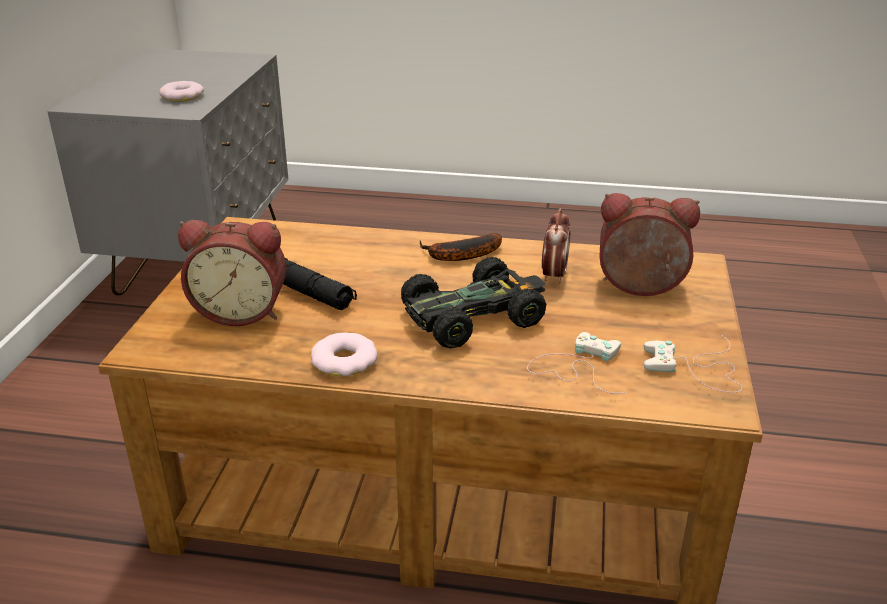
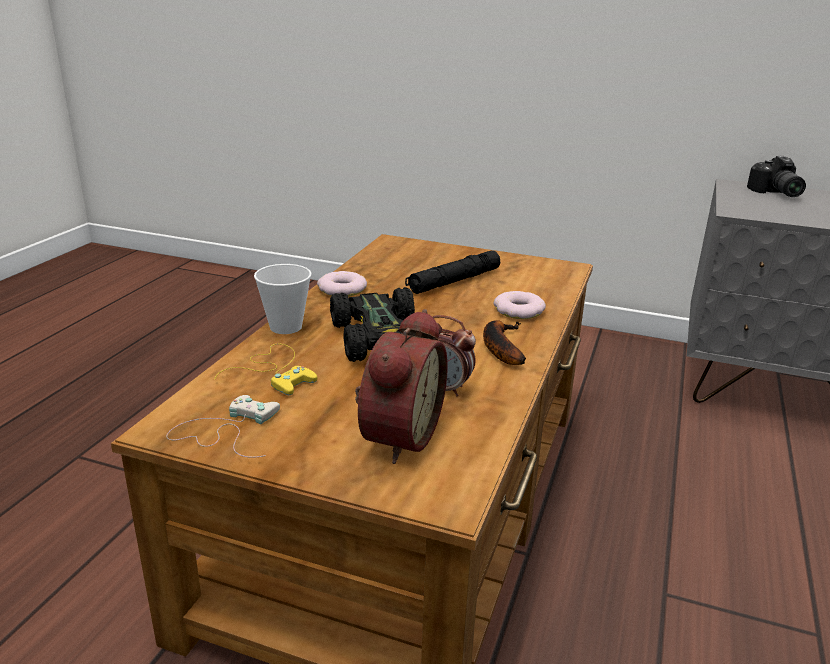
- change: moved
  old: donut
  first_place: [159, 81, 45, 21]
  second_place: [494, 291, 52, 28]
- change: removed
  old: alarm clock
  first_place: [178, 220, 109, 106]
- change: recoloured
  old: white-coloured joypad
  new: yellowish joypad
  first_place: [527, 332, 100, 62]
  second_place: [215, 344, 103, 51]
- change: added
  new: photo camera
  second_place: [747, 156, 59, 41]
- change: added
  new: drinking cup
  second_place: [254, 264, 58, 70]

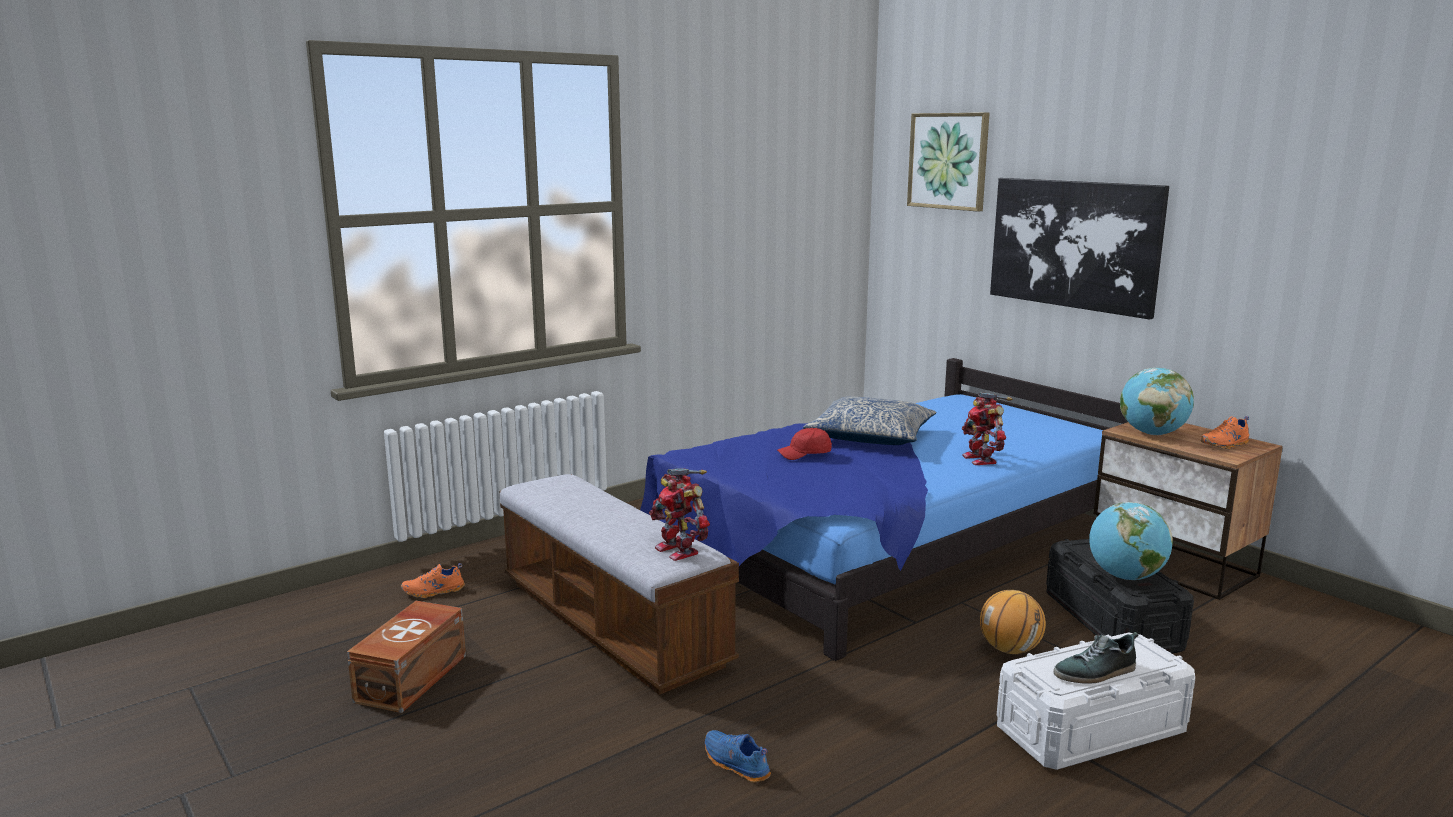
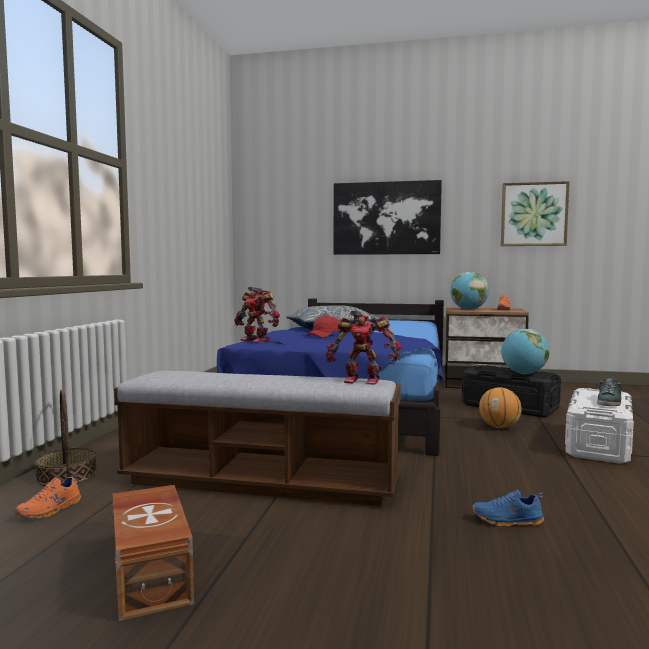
- change: moved
  old: wall art
  first_place: [907, 113, 83, 99]
  second_place: [501, 181, 69, 65]
- change: moved
  old: robot figure
  first_place: [962, 392, 50, 73]
  second_place: [234, 287, 46, 55]
- change: added
  new: basket
  second_place: [34, 389, 63, 97]

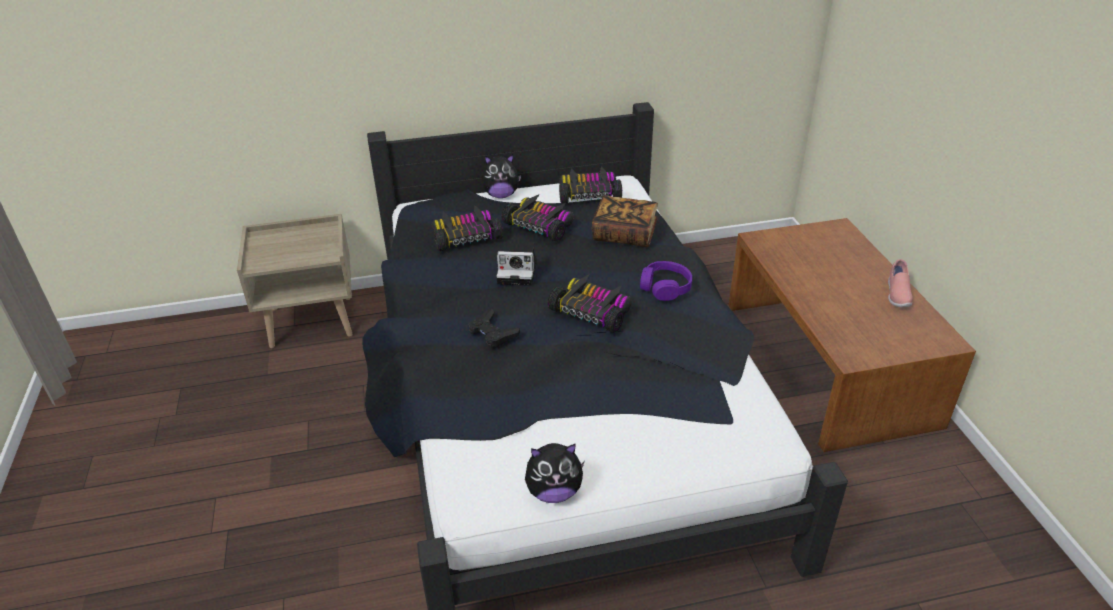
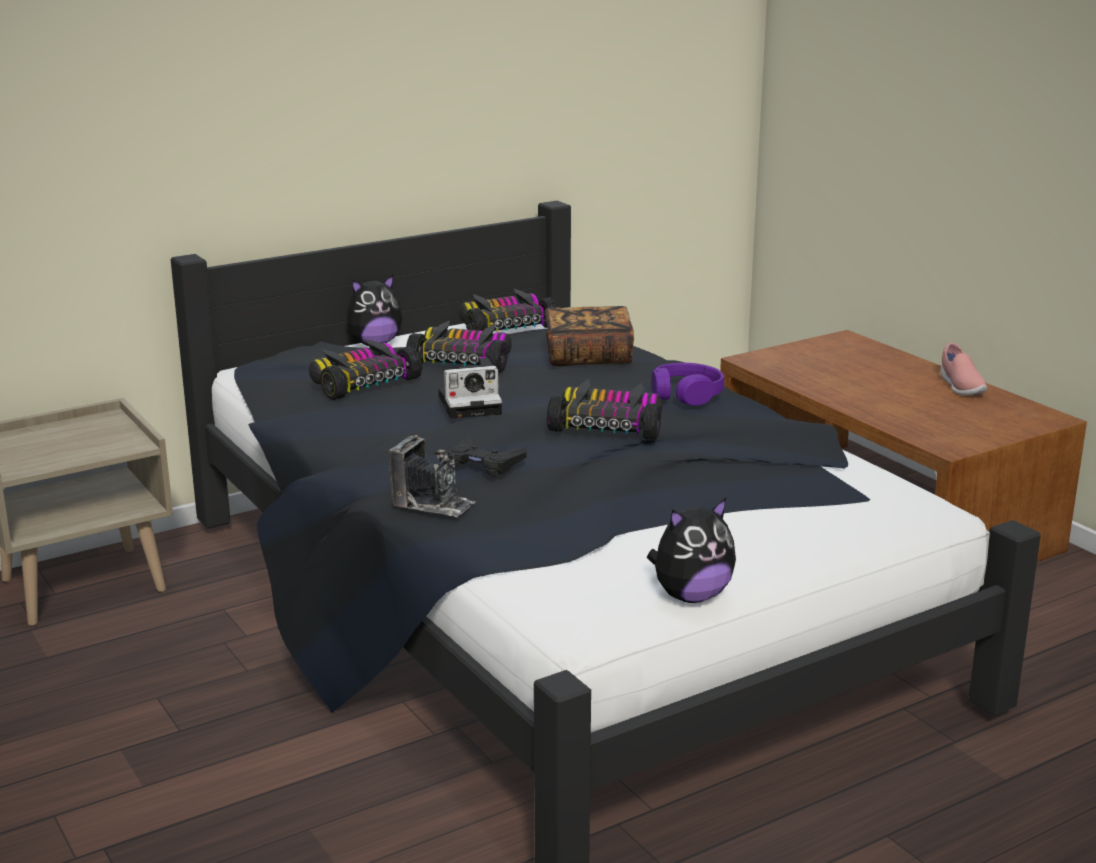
- change: added
  new: photo camera
  second_place: [389, 435, 87, 83]

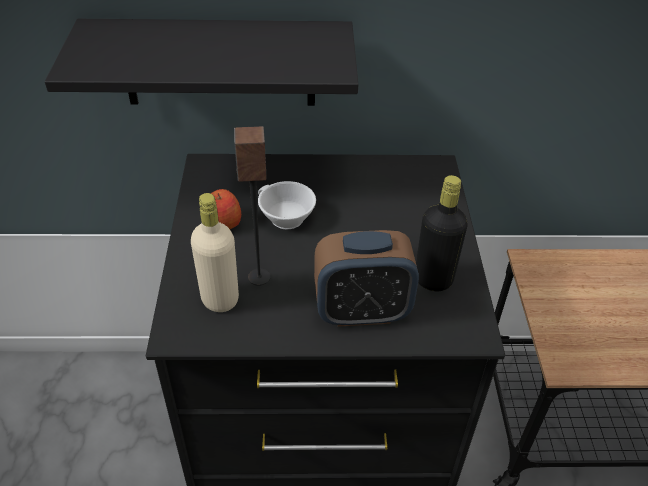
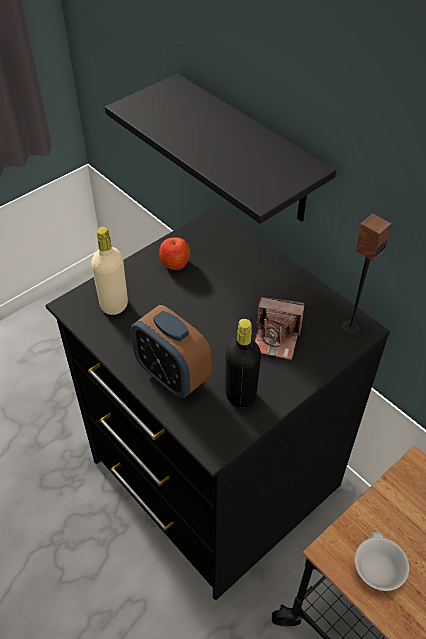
- change: moved
  old: loudspeaker
  first_place: [234, 126, 37, 160]
  second_place: [342, 214, 50, 120]
- change: moved
  old: white-coloured drinking cup
  first_place: [258, 181, 58, 48]
  second_place: [355, 532, 54, 59]
- change: added
  new: photo camera
  second_place: [255, 297, 49, 63]

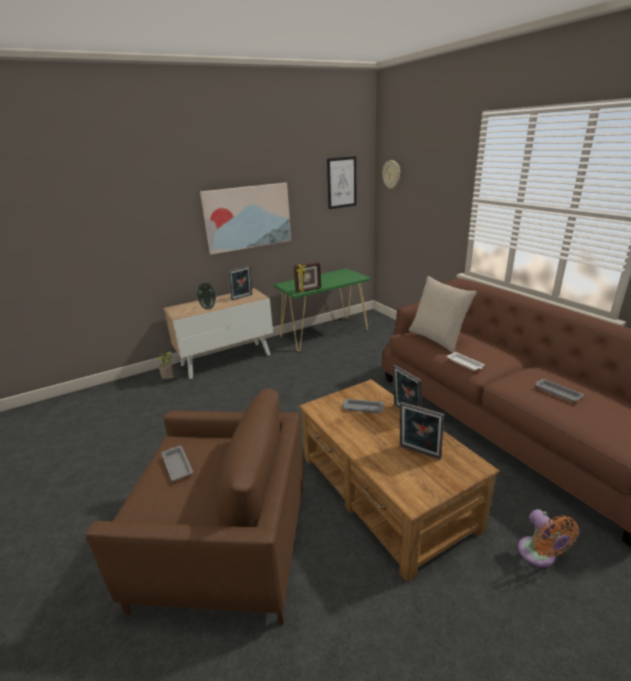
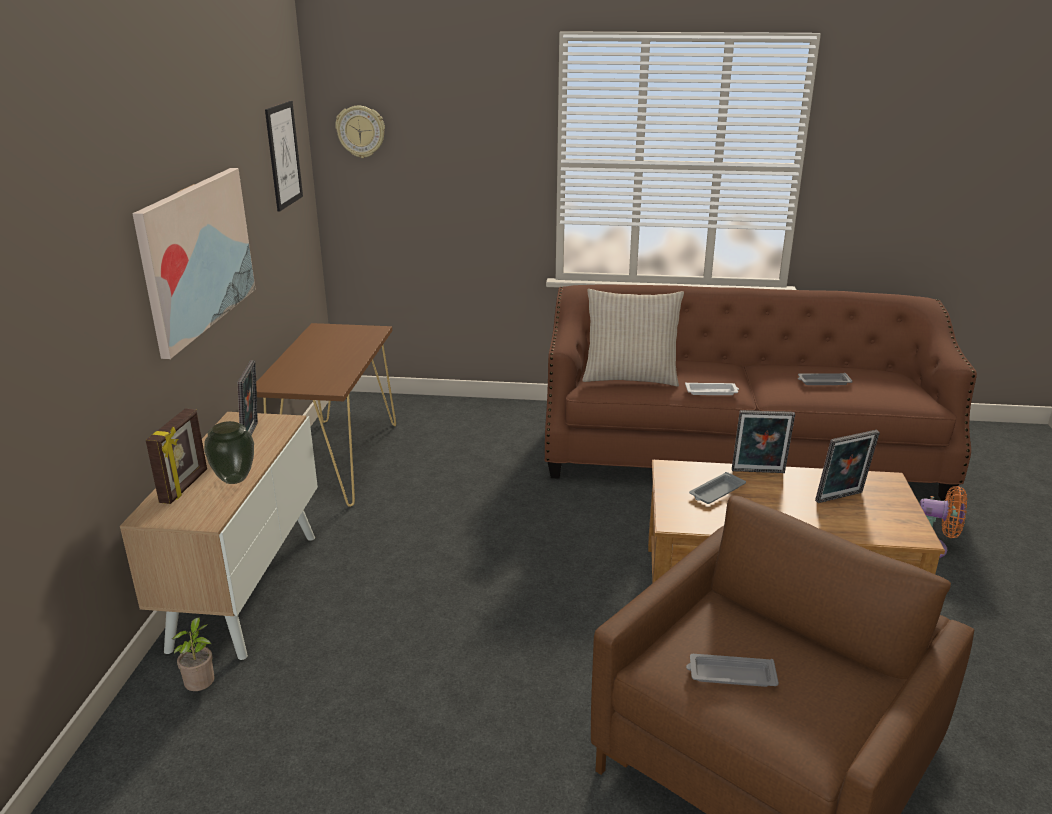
- change: moved
  old: photo frame
  first_place: [294, 262, 27, 31]
  second_place: [146, 408, 61, 96]
- change: recoloured
  old: greenish hall table
  new: brown-coloured hall table
  first_place: [274, 268, 97, 83]
  second_place: [256, 323, 140, 184]

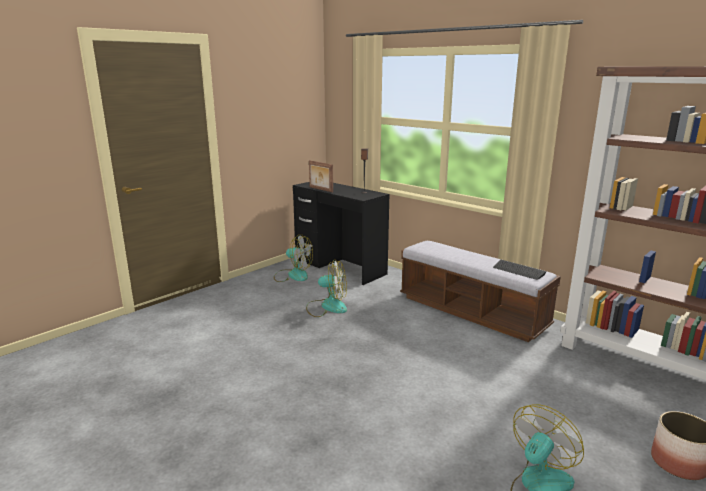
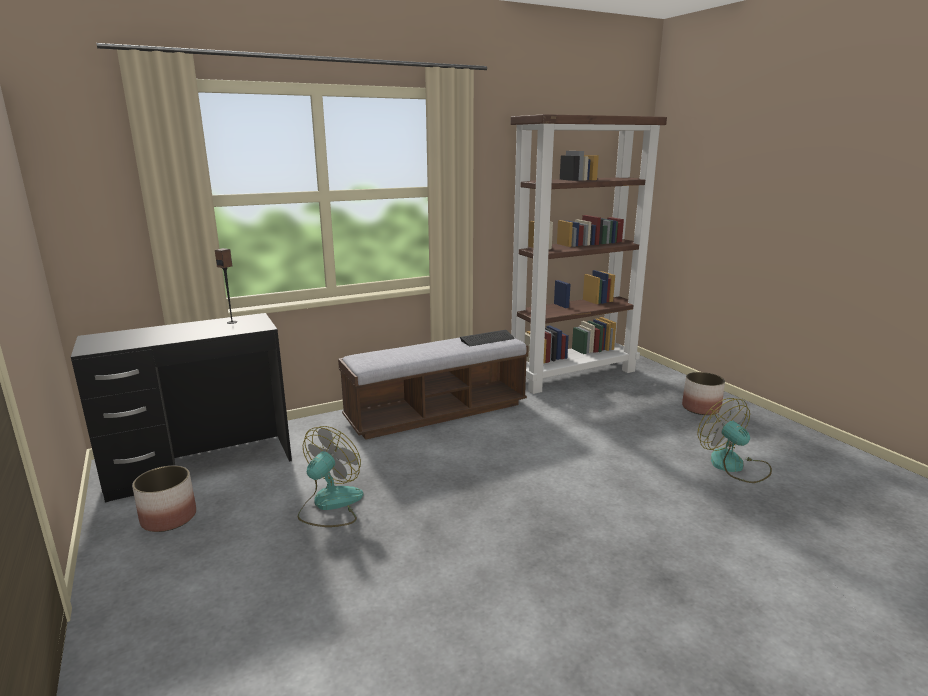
- change: removed
  old: photo frame
  first_place: [309, 160, 24, 32]
- change: replaced
  old: fan
  new: plant pot
  first_place: [274, 234, 39, 48]
  second_place: [132, 466, 64, 66]

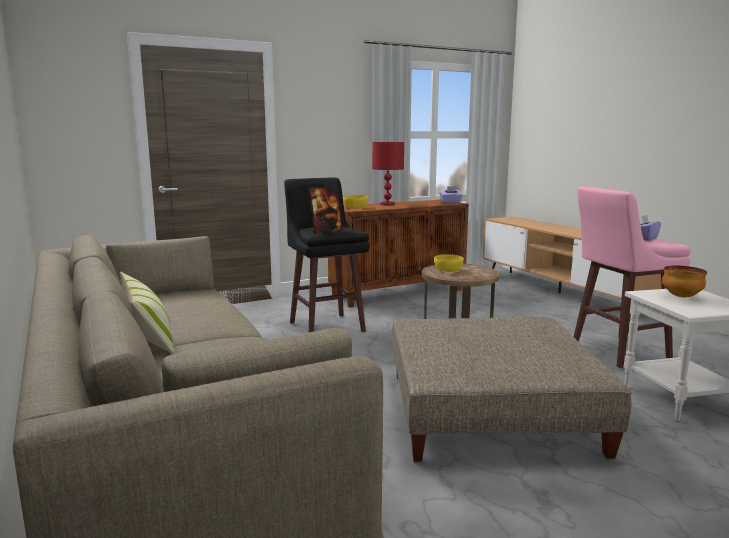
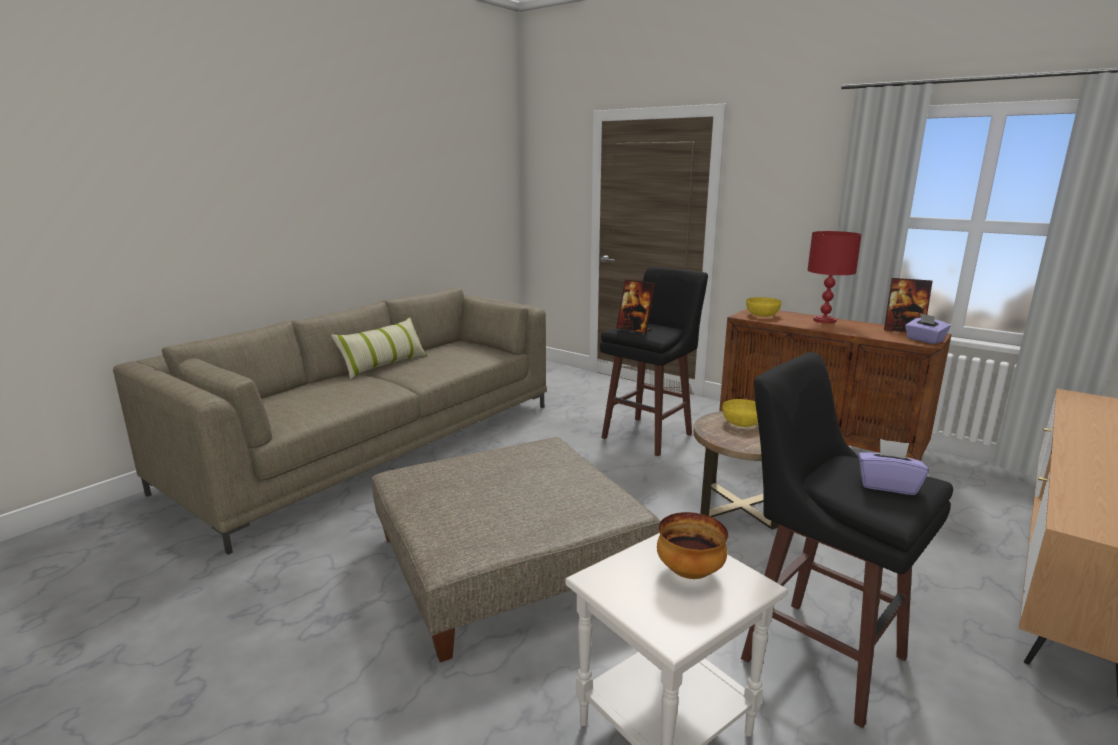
- change: recoloured
  old: pink stool seat
  new: blackish stool seat
  first_place: [574, 186, 117, 182]
  second_place: [741, 352, 212, 376]
- change: added
  new: photo frame
  second_place: [884, 278, 49, 54]

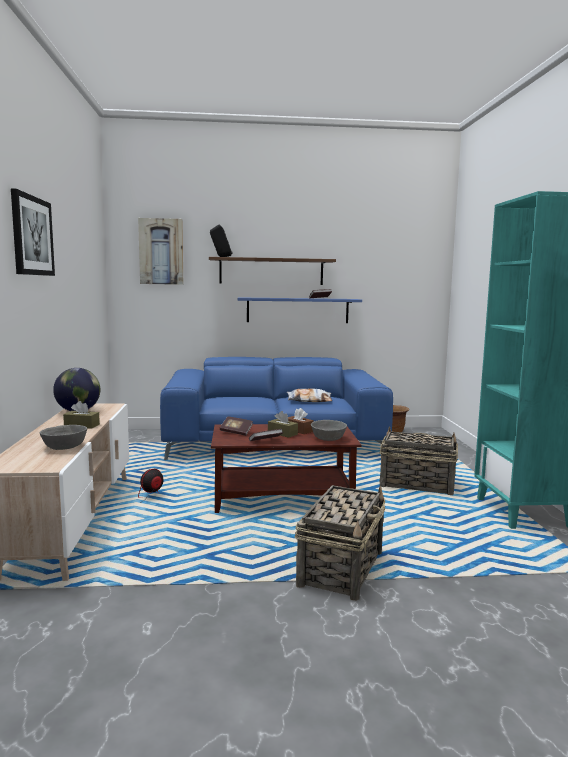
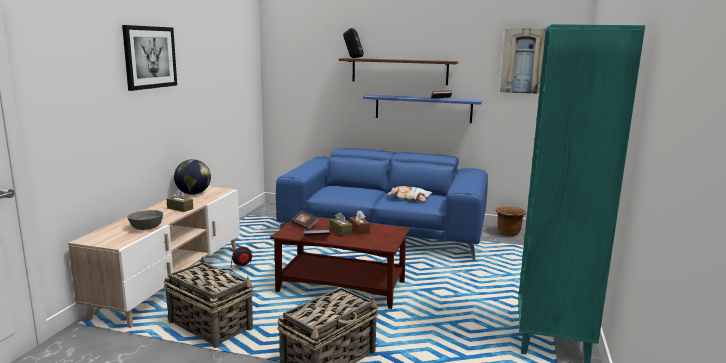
- change: moved
  old: wall art
  first_place: [138, 218, 45, 67]
  second_place: [500, 28, 46, 66]
- change: removed
  old: grey serving bowl
  first_place: [311, 420, 36, 21]
- change: moved
  old: basket
  first_place: [380, 426, 78, 69]
  second_place: [164, 257, 90, 91]

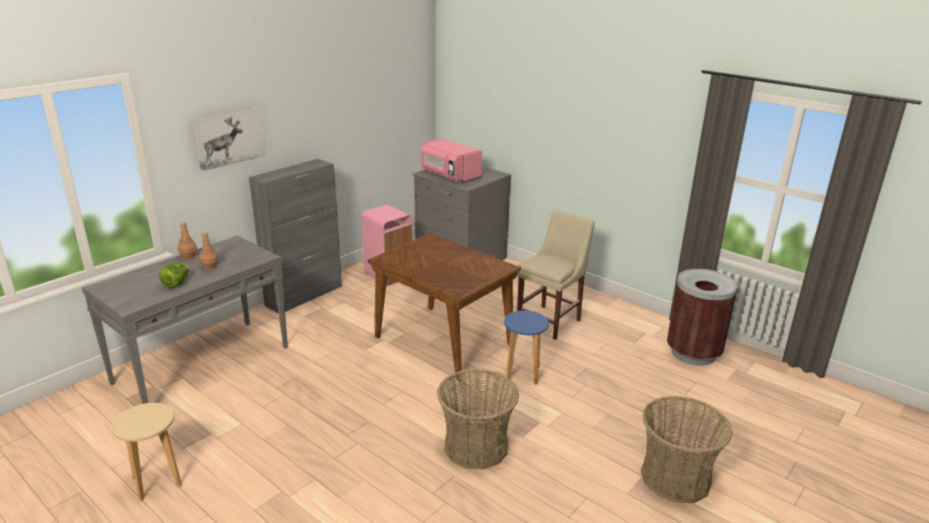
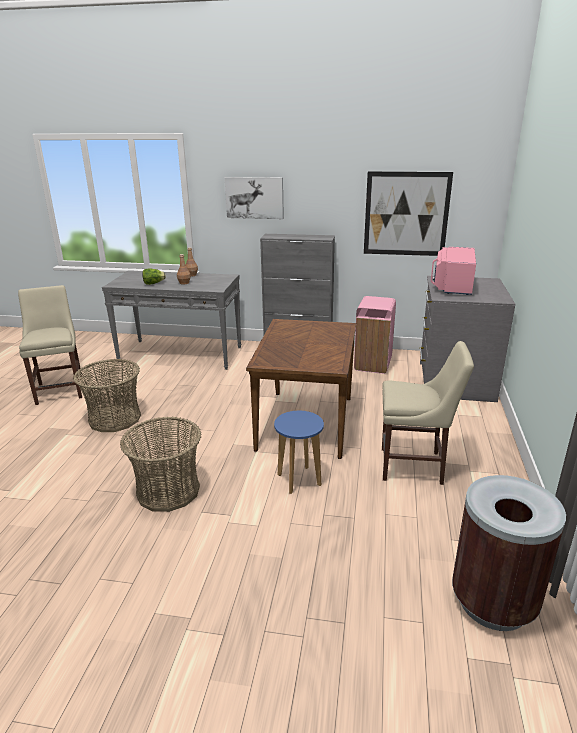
- change: moved
  old: basket
  first_place: [641, 396, 92, 107]
  second_place: [73, 359, 68, 73]
- change: replaced
  old: beige-coloured stool seat
  new: beige-coloured upright chair
  first_place: [112, 403, 70, 98]
  second_place: [18, 285, 64, 120]
- change: added
  new: wall art
  second_place: [364, 171, 89, 85]

